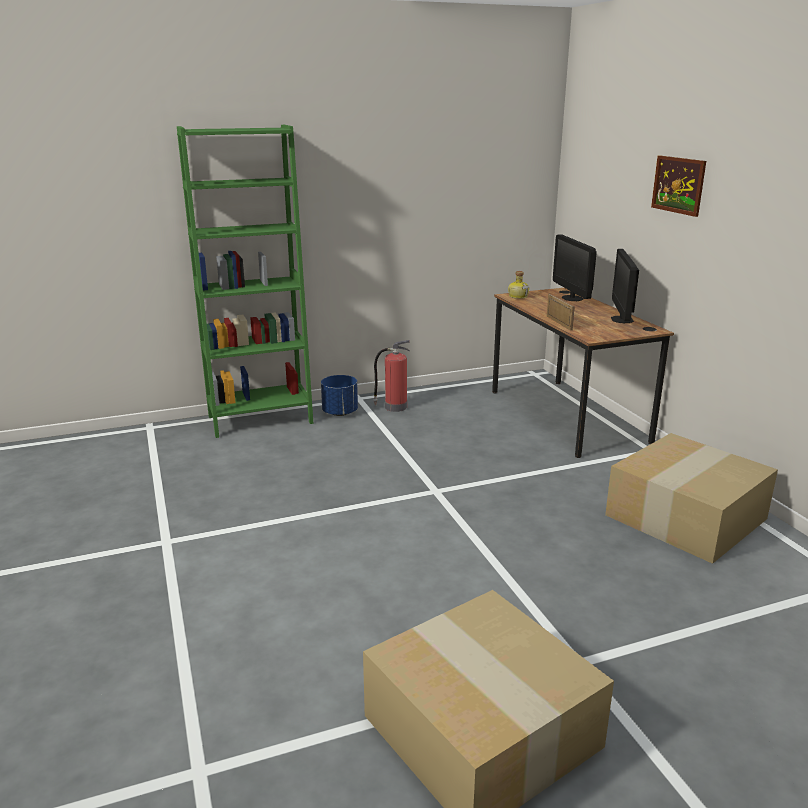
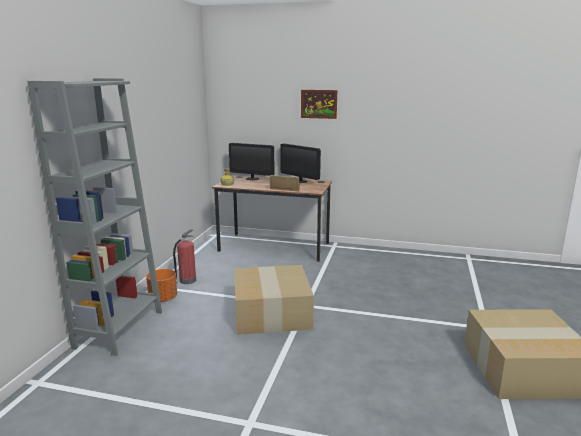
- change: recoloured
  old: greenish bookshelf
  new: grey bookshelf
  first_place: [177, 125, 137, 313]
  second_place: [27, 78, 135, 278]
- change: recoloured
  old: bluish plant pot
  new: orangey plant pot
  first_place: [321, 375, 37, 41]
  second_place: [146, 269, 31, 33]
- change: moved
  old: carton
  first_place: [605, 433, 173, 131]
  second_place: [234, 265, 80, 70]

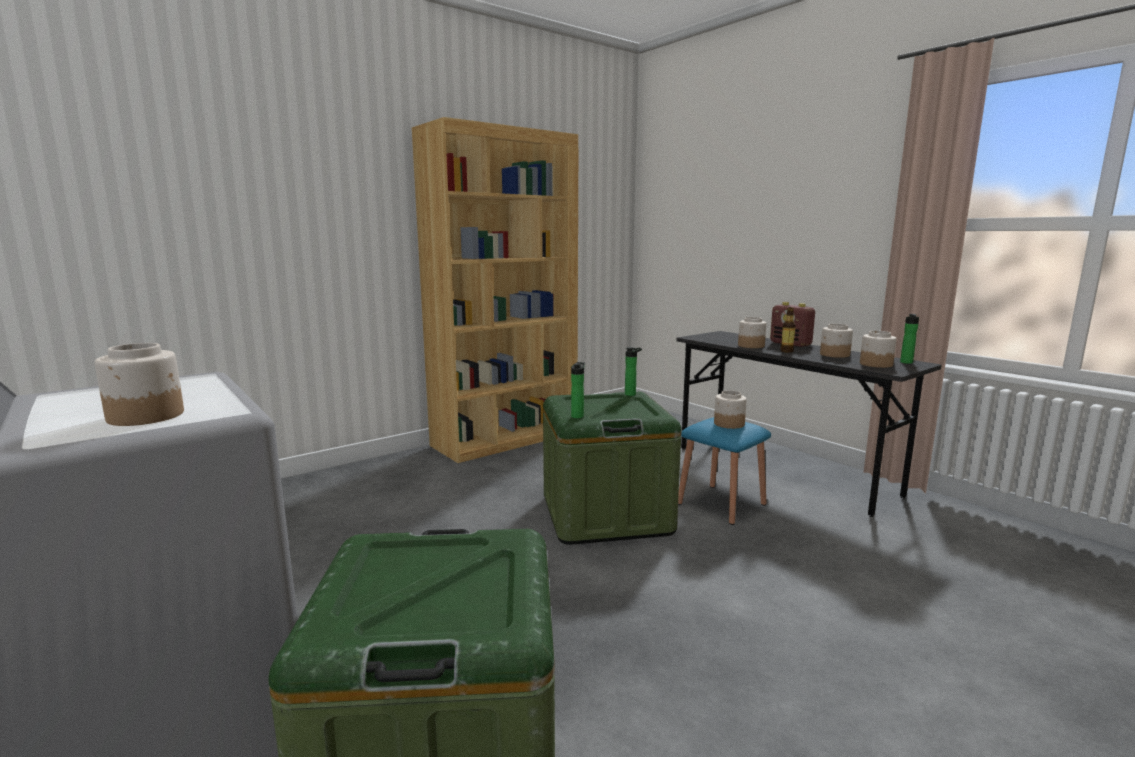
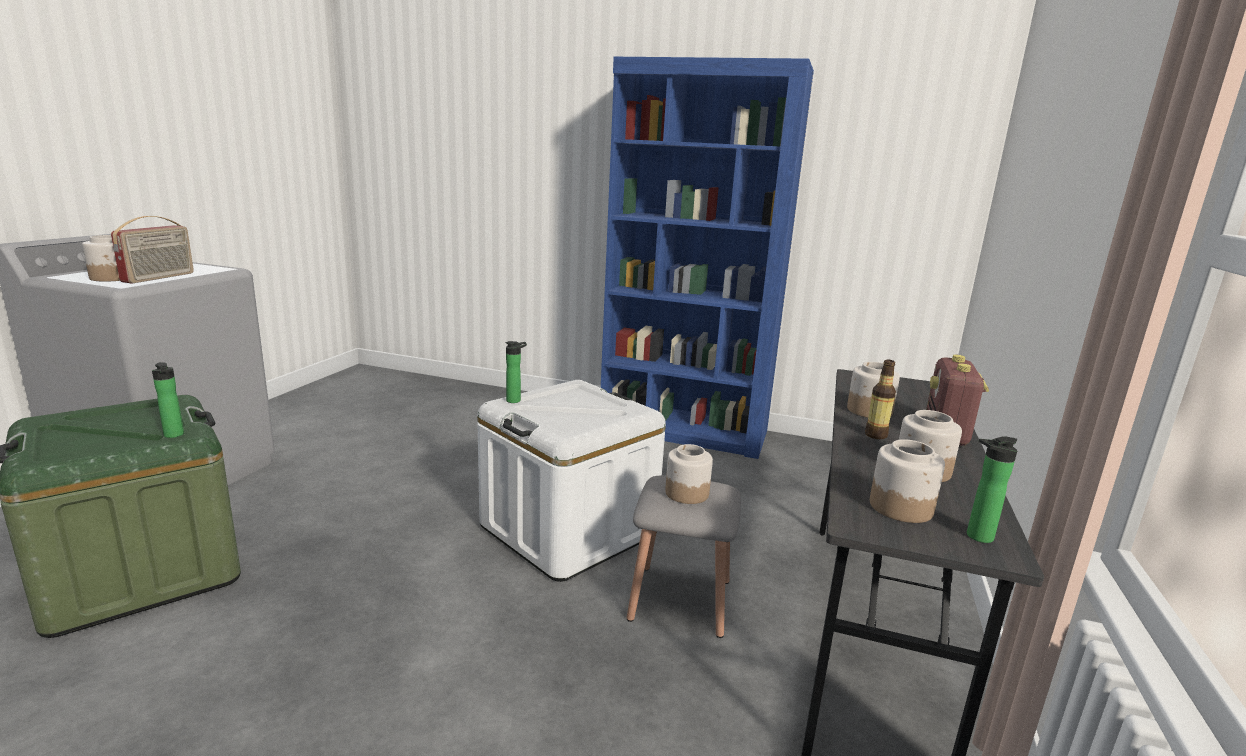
- change: recoloured
  old: brown-coloured bookshelf
  new: bluish bookshelf
  first_place: [412, 117, 166, 346]
  second_place: [601, 57, 213, 402]
- change: moved
  old: beverage bottle
  first_place: [625, 347, 17, 49]
  second_place: [152, 362, 32, 76]
- change: recoloured
  old: greenish storage container
  new: white-coloured storage container
  first_place: [543, 392, 139, 153]
  second_place: [477, 380, 189, 202]
- change: recoloured
  old: bluish stool seat
  new: grey stool seat
  first_place: [678, 417, 93, 108]
  second_place: [627, 475, 114, 163]
- change: added
  new: radio set
  second_place: [111, 216, 83, 67]

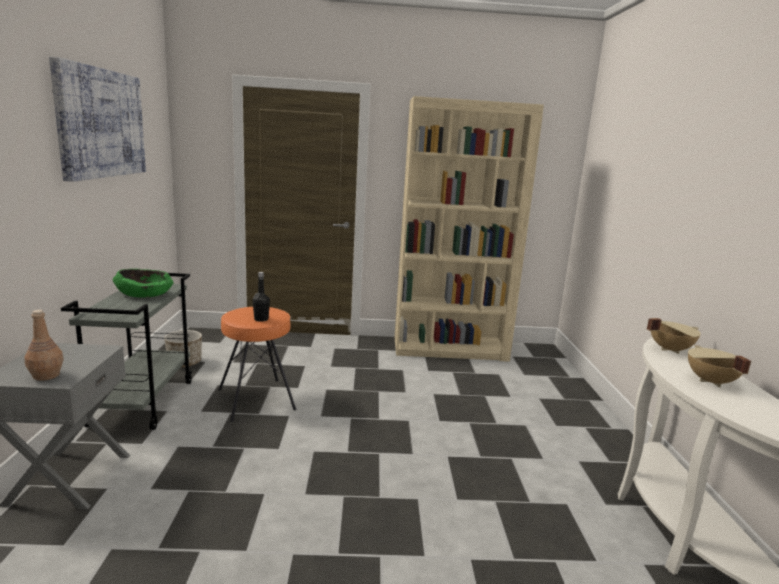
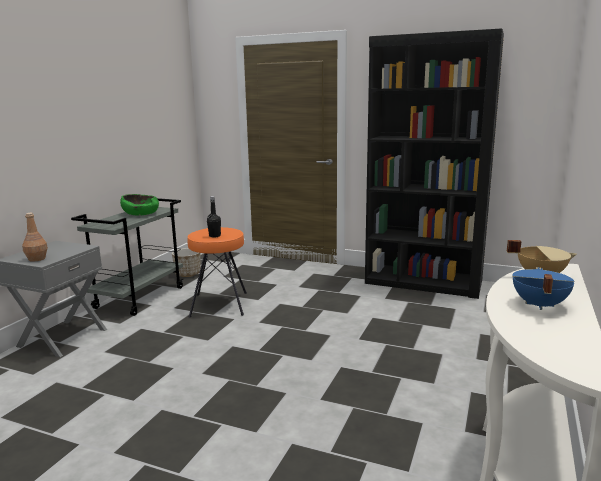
- change: removed
  old: wall art
  first_place: [49, 57, 97, 125]
- change: recoloured
  old: beige-coloured bookshelf
  new: blackish bookshelf
  first_place: [394, 96, 150, 266]
  second_place: [365, 28, 139, 271]
- change: recoloured
  old: beige-coloured stockpot
  new: bluish stockpot
  first_place: [688, 345, 63, 42]
  second_place: [512, 267, 63, 43]

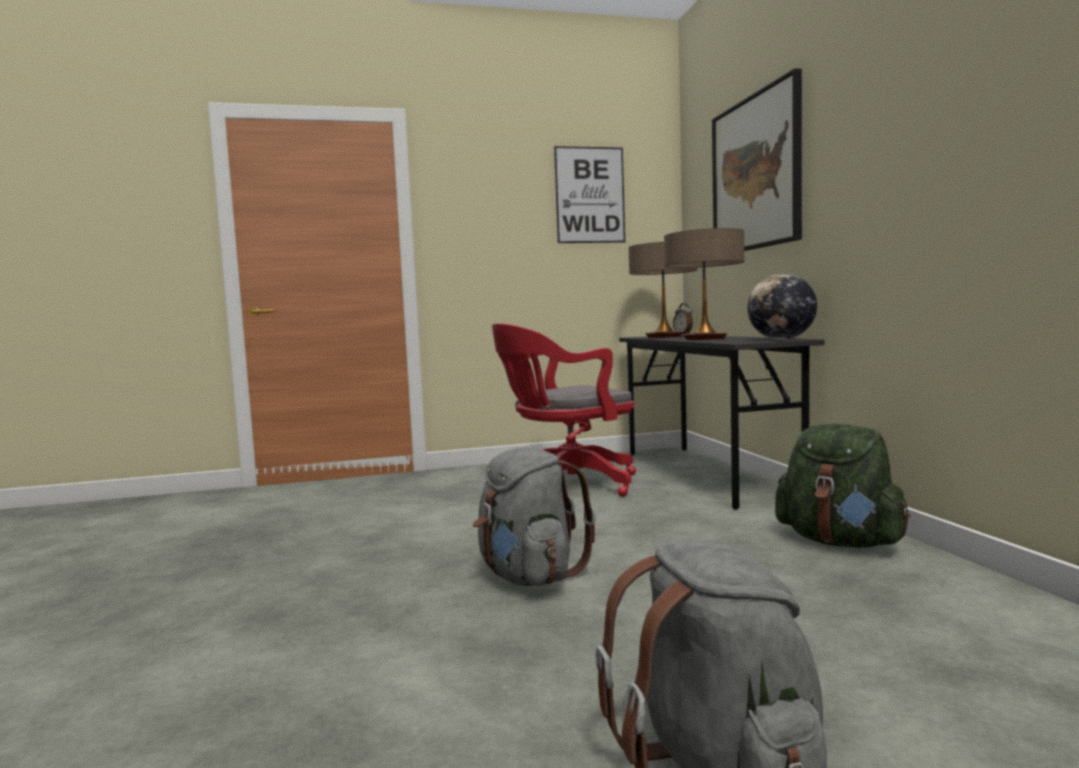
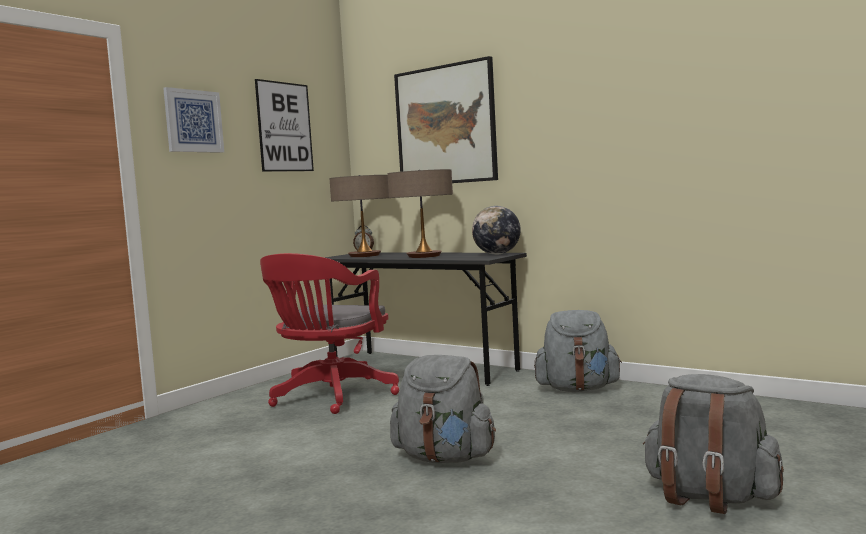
- change: recoloured
  old: greenish backpack
  new: grey backpack
  first_place: [775, 424, 136, 124]
  second_place: [534, 310, 88, 82]
- change: added
  new: wall art
  second_place: [163, 87, 61, 66]

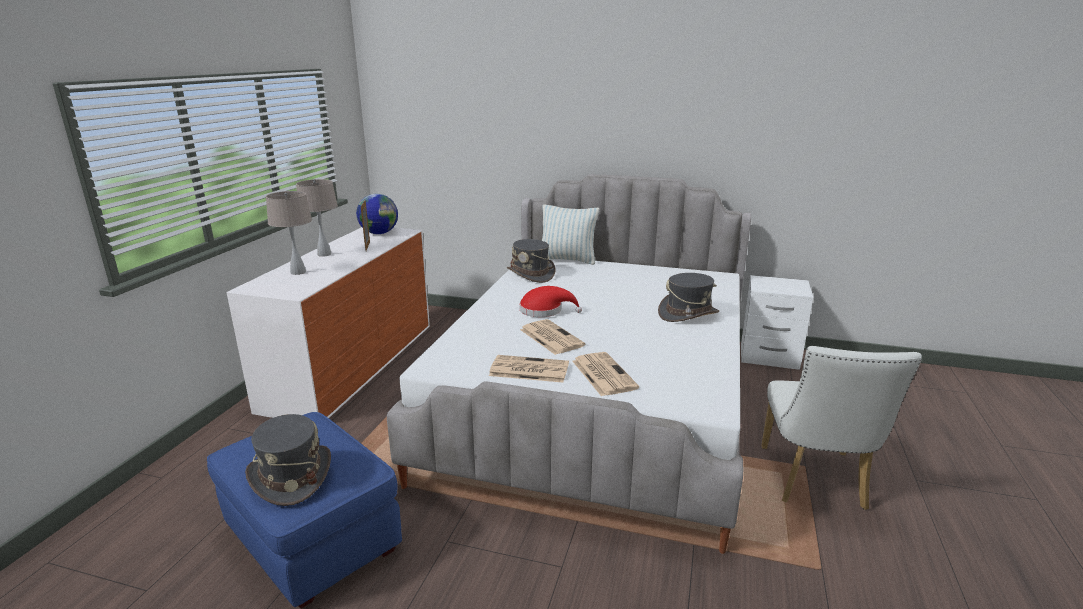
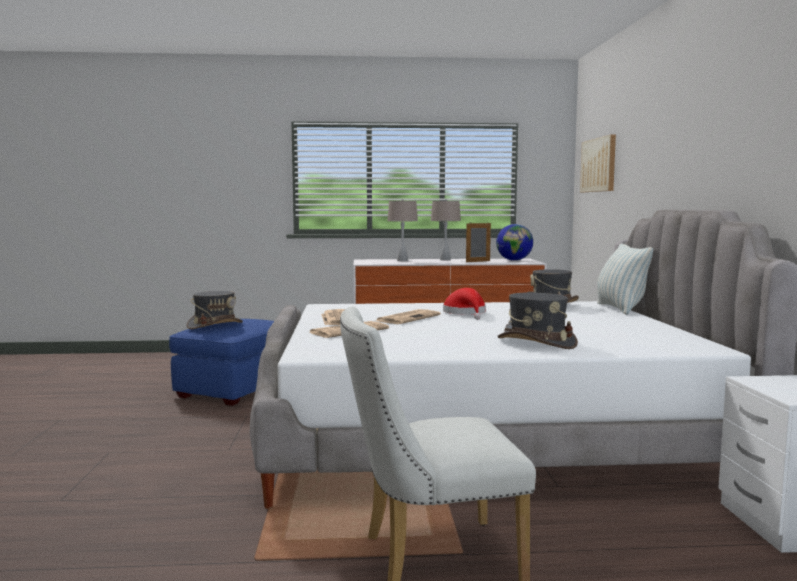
- change: added
  new: wall art
  second_place: [580, 134, 36, 58]

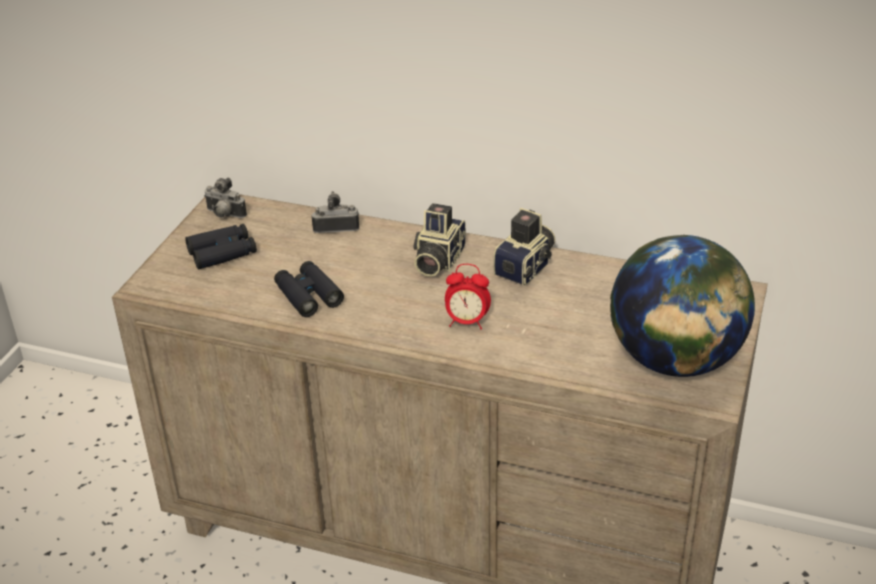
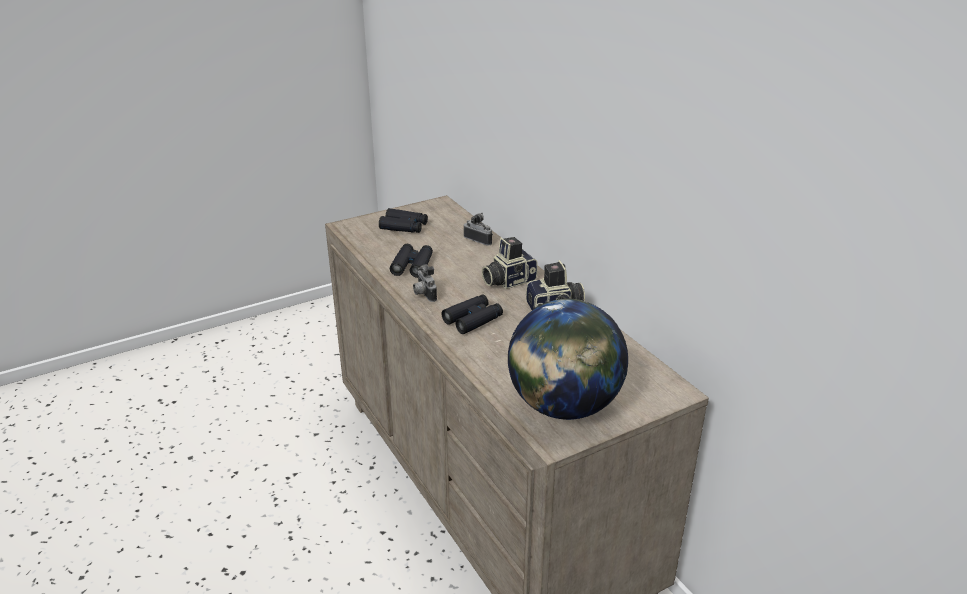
- change: moved
  old: photo camera
  first_place: [204, 178, 43, 40]
  second_place: [413, 264, 24, 38]
- change: replaced
  old: alarm clock
  new: blackish binoculars
  first_place: [445, 264, 46, 65]
  second_place: [441, 294, 62, 40]

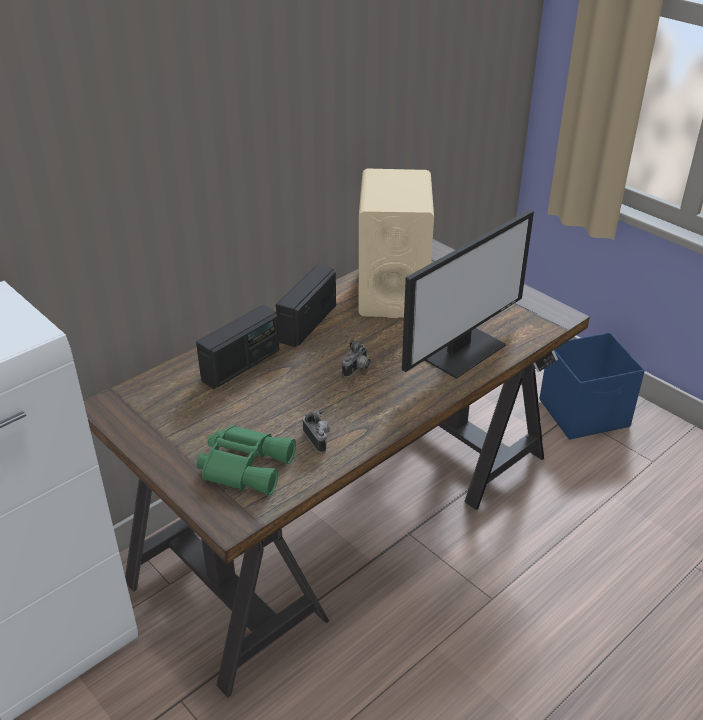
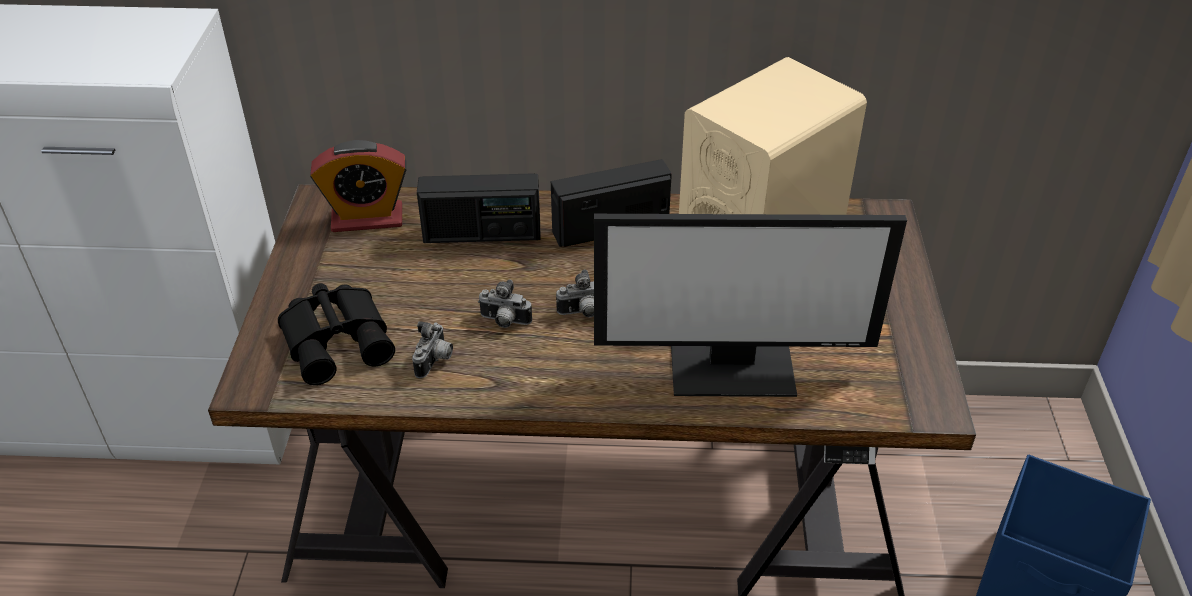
- change: recoloured
  old: greenish binoculars
  new: blackish binoculars
  first_place: [196, 425, 100, 70]
  second_place: [278, 283, 117, 102]
- change: added
  new: alarm clock
  second_place: [310, 140, 97, 92]
- change: added
  new: photo camera
  second_place: [478, 279, 54, 49]

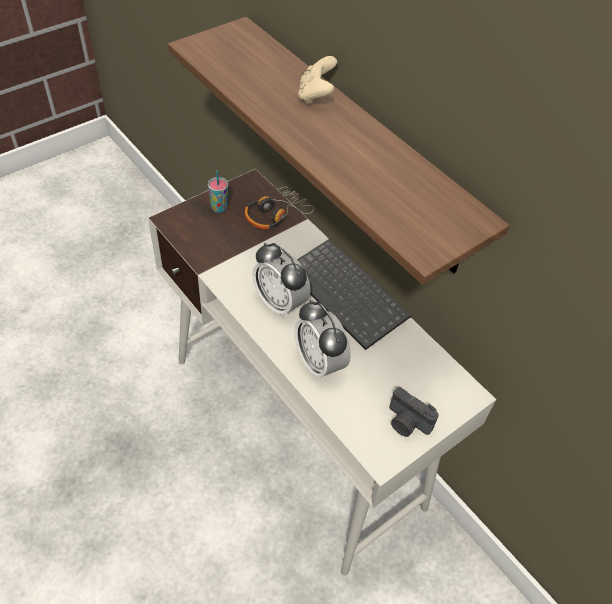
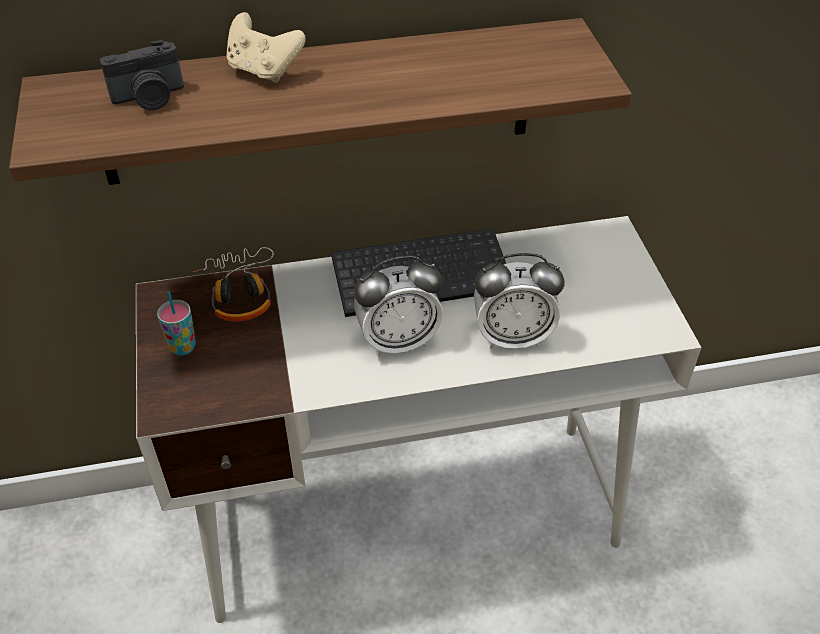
- change: moved
  old: photo camera
  first_place: [389, 387, 50, 50]
  second_place: [100, 40, 84, 70]

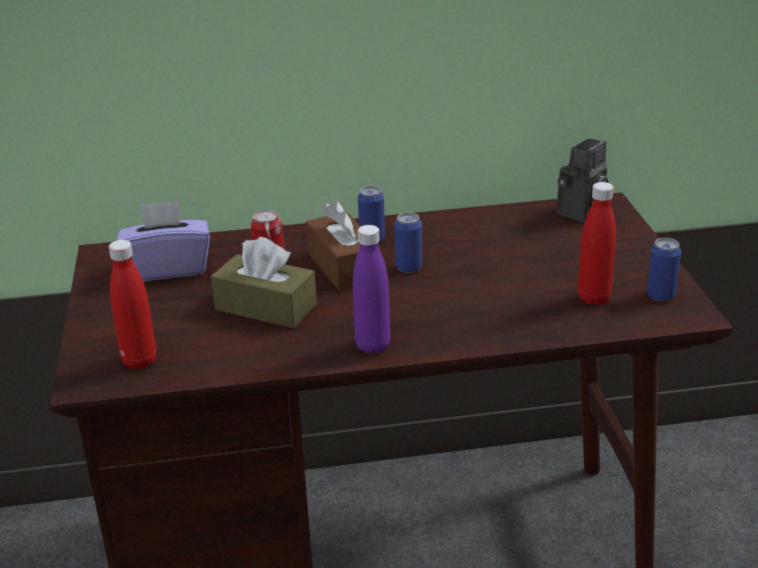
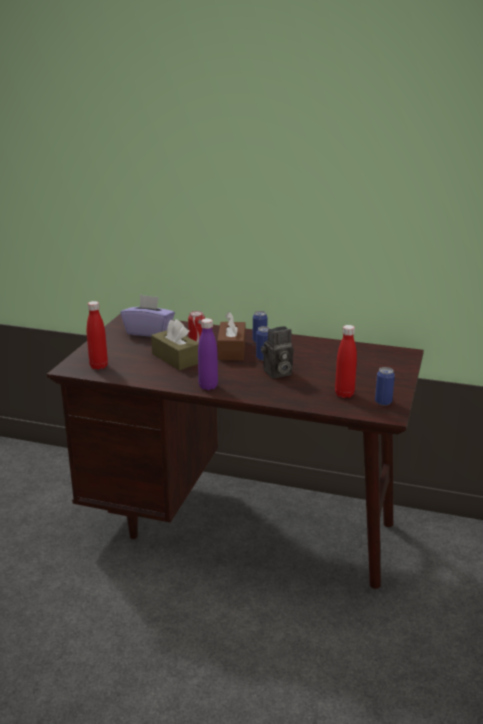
- change: moved
  old: photo camera
  first_place: [557, 139, 52, 84]
  second_place: [261, 326, 32, 53]

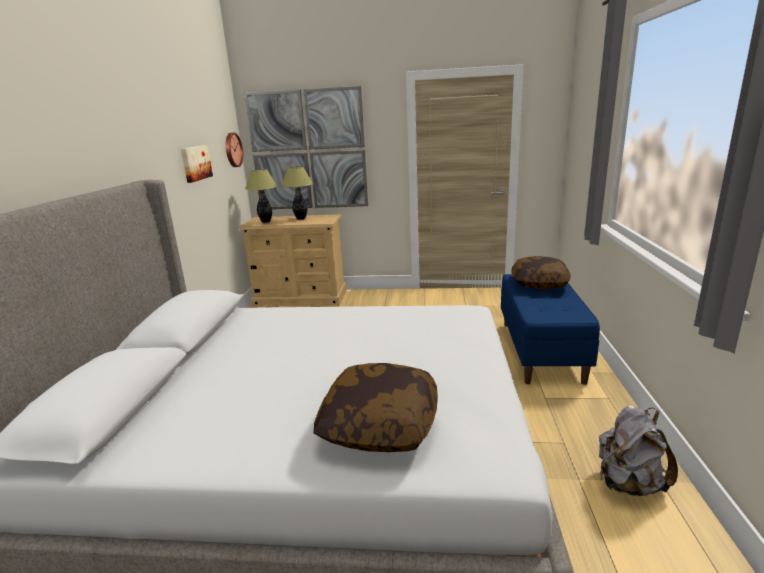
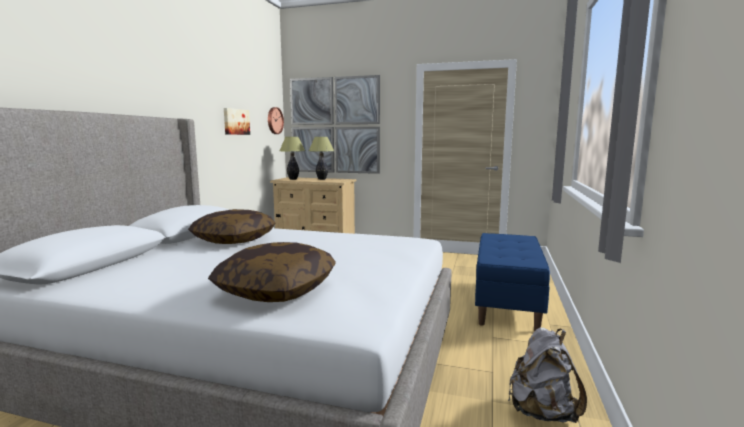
- change: moved
  old: throw pillow
  first_place: [511, 256, 60, 33]
  second_place: [188, 209, 87, 35]

